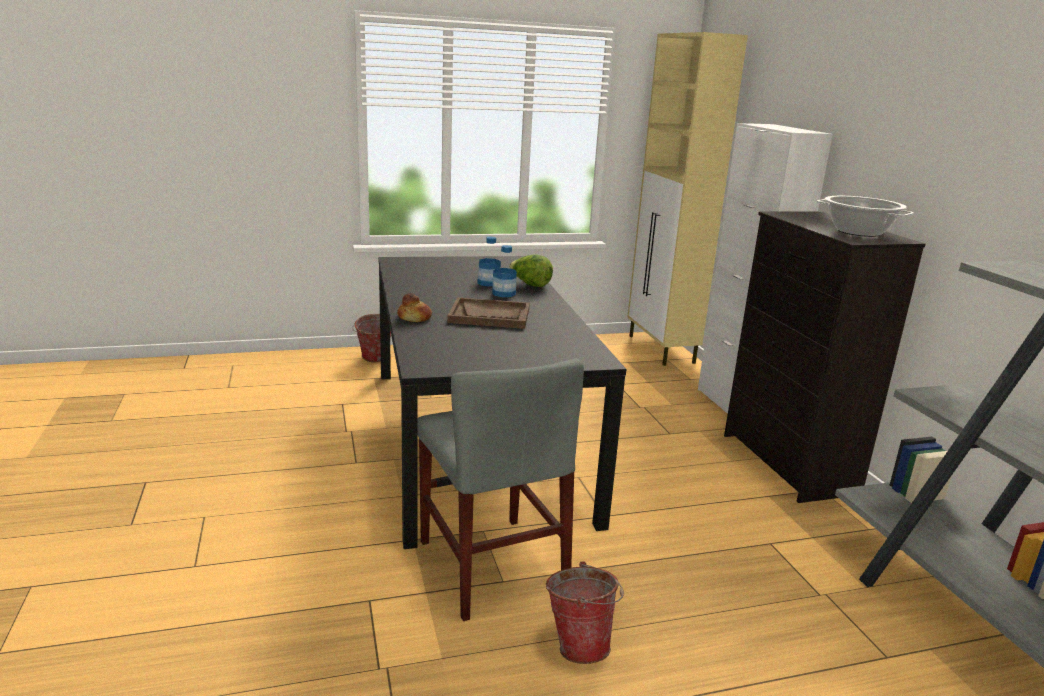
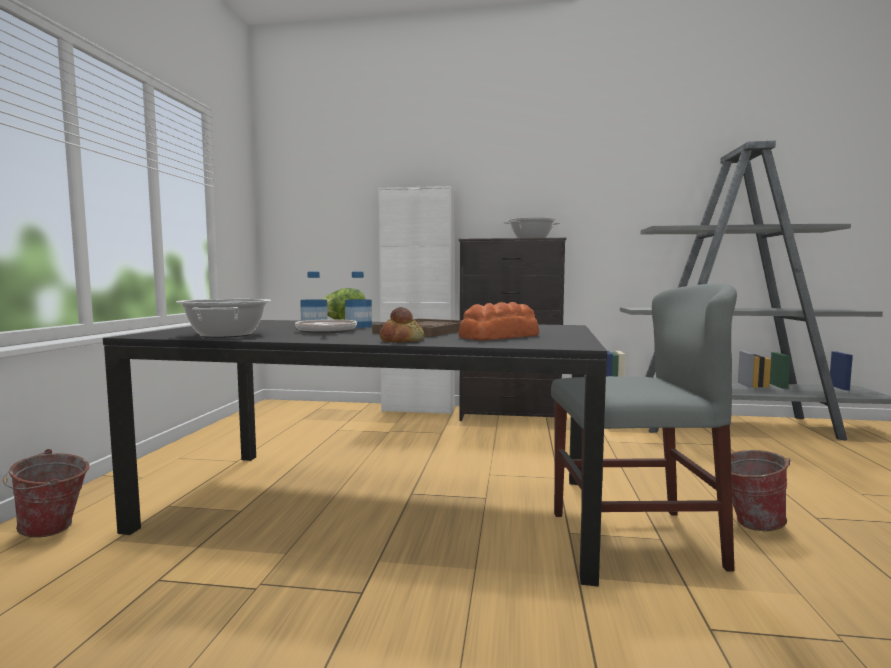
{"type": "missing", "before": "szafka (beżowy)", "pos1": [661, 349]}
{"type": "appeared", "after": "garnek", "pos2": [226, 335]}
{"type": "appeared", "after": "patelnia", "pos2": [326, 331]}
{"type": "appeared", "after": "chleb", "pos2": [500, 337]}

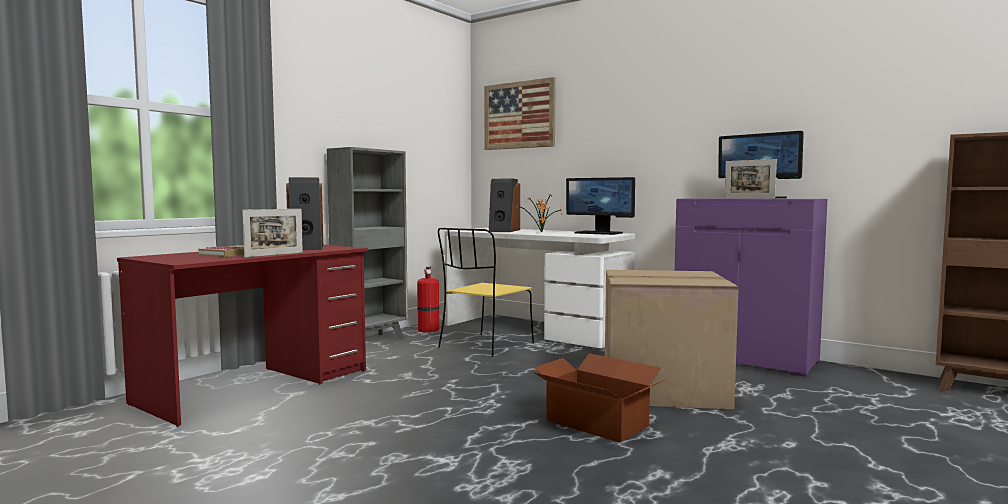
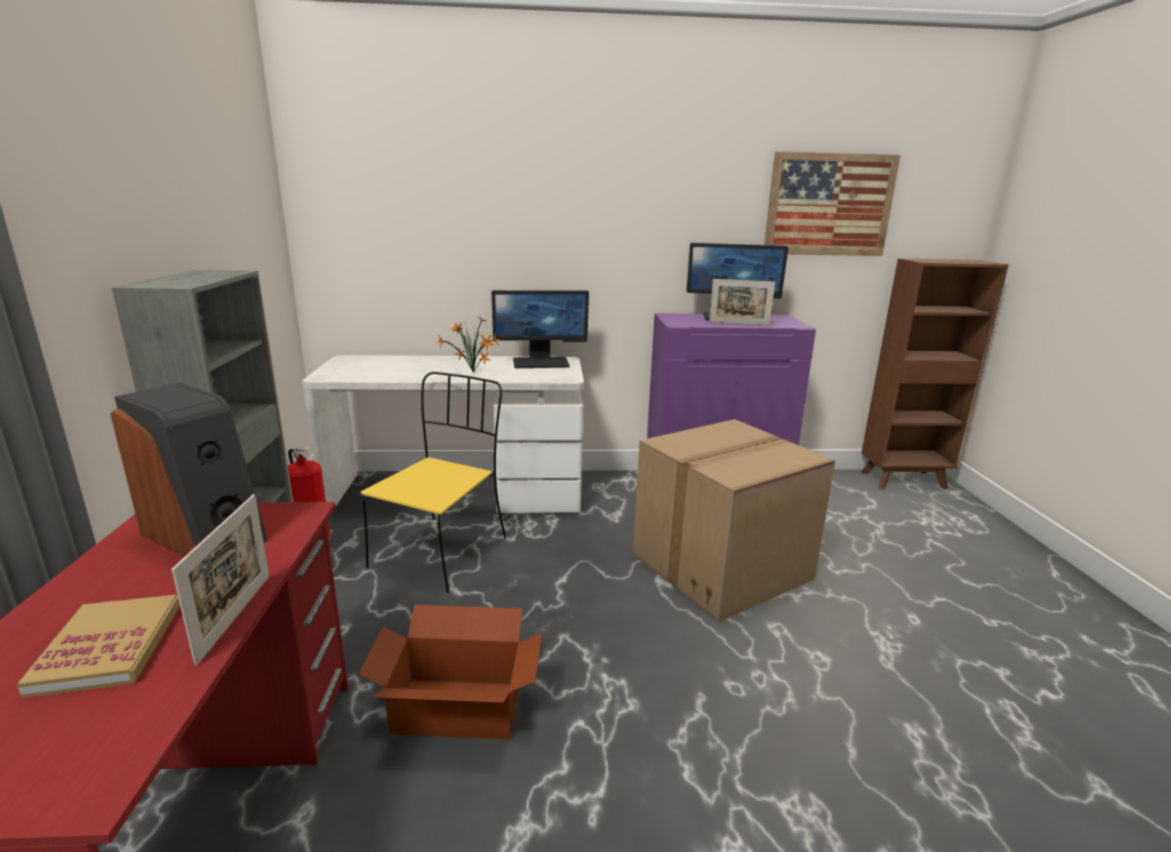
{"type": "missing", "before": "głośnik", "pos1": [503, 231]}
{"type": "relocated", "before": "obraz", "pos1": [519, 115], "pos2": [829, 205]}
{"type": "relocated", "before": "karton", "pos1": [596, 423], "pos2": [457, 707]}
{"type": "spun", "before": "krzesło (żółty)", "pos1": [485, 346], "pos2": [441, 551], "turn": -150}

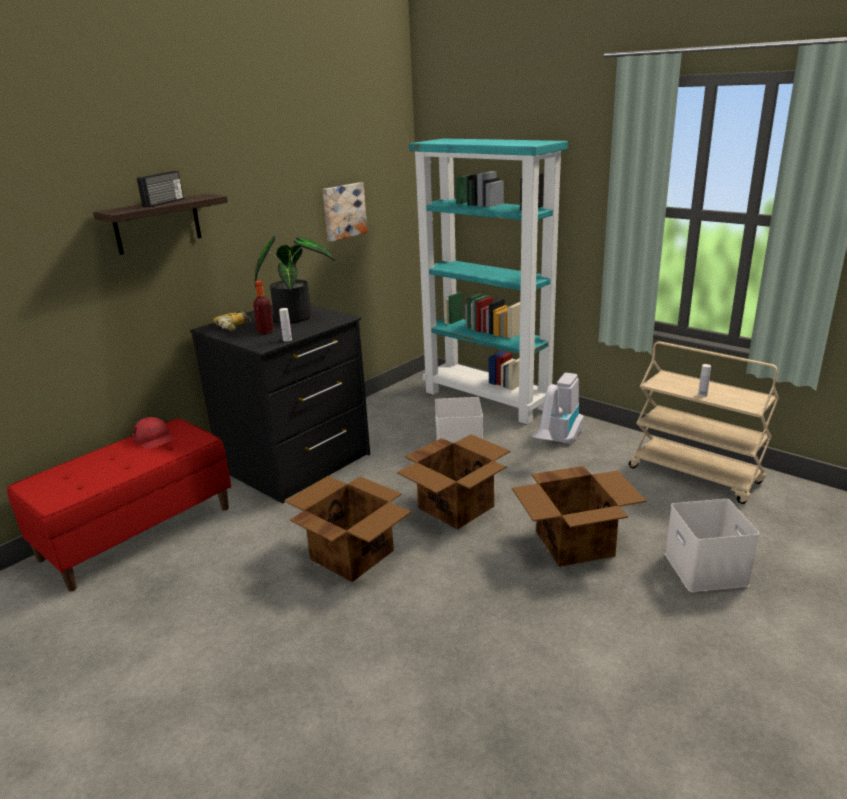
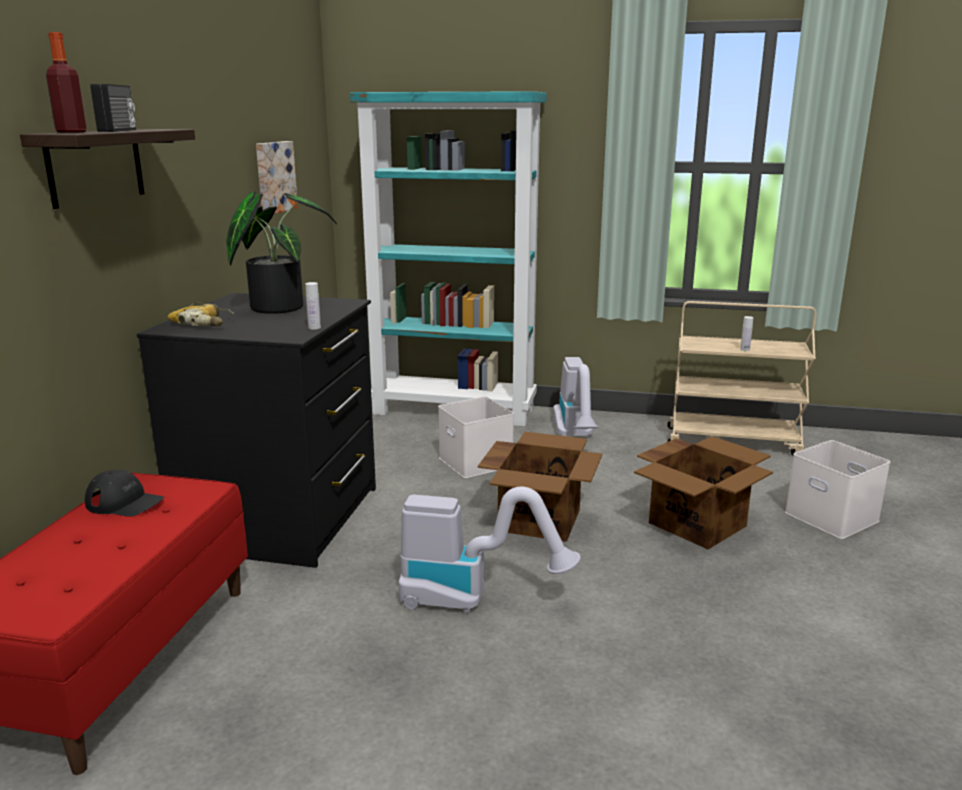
{"type": "relocated", "before": "butelka", "pos1": [265, 331], "pos2": [71, 132]}
{"type": "exchanged", "before": "karton", "after": "odkurzacz", "pos1": [351, 554], "pos2": [473, 599]}
{"type": "colour", "before": "czapka z daszkiem (czerwony)", "after": "czapka z daszkiem (czarny)", "pos1": [154, 438], "pos2": [125, 502]}

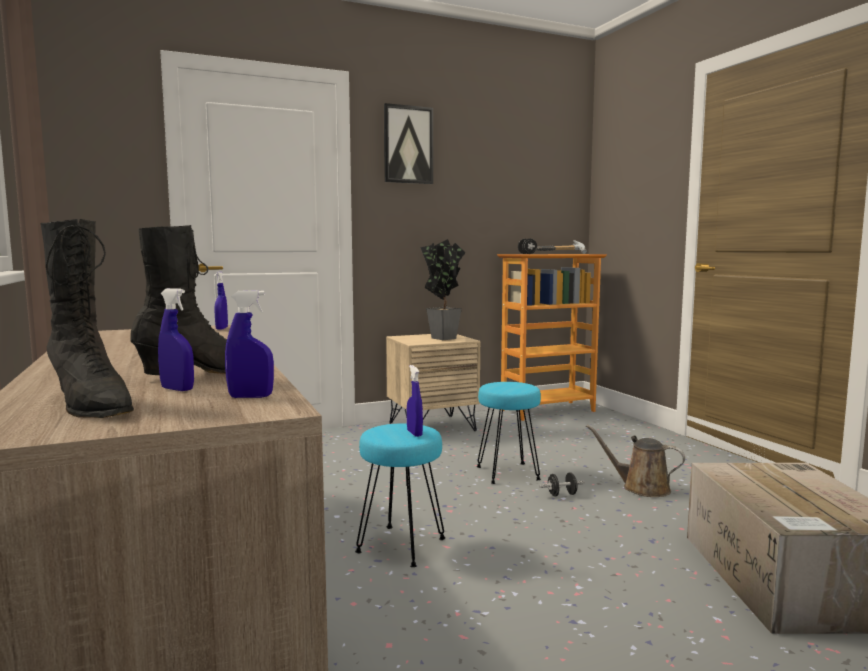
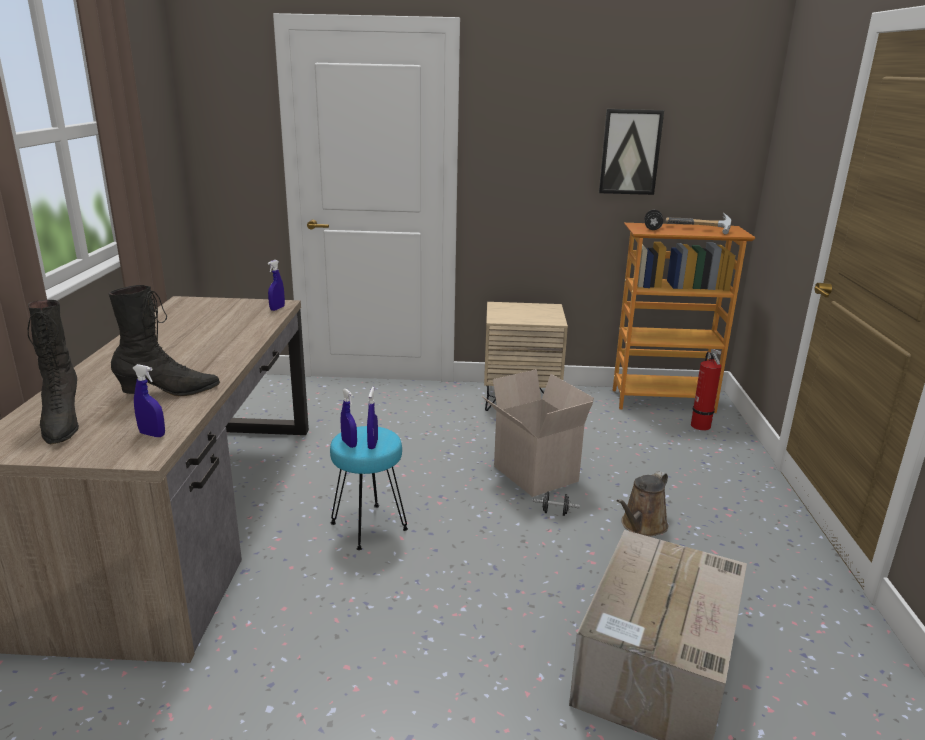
{"type": "missing", "before": "roślina doniczkowa", "pos1": [443, 337]}
{"type": "appeared", "after": "gaśnica", "pos2": [701, 427]}
{"type": "relocated", "before": "spryskiwacz (niebieski)", "pos1": [177, 389], "pos2": [349, 444]}
{"type": "relocated", "before": "obraz", "pos1": [408, 145], "pos2": [630, 152]}
{"type": "exchanged", "before": "stołek (turkusowy)", "after": "karton", "pos1": [507, 473], "pos2": [532, 474]}
{"type": "spun", "before": "konewka (brązowy)", "pos1": [641, 488], "pos2": [642, 526], "turn": -105}

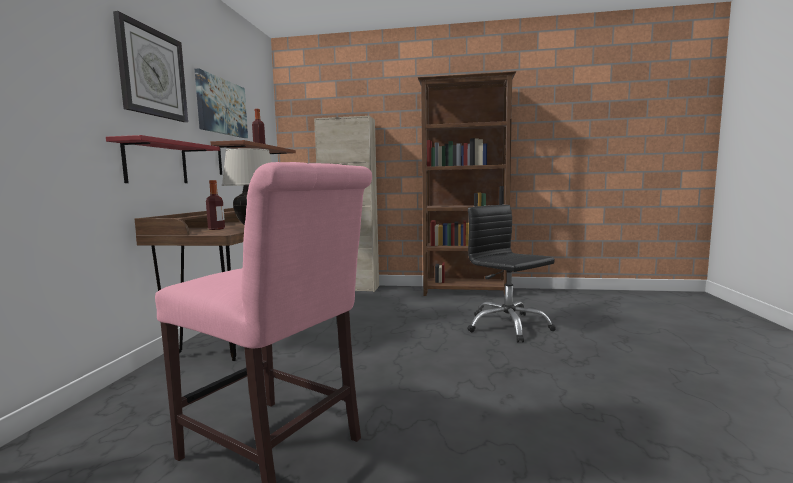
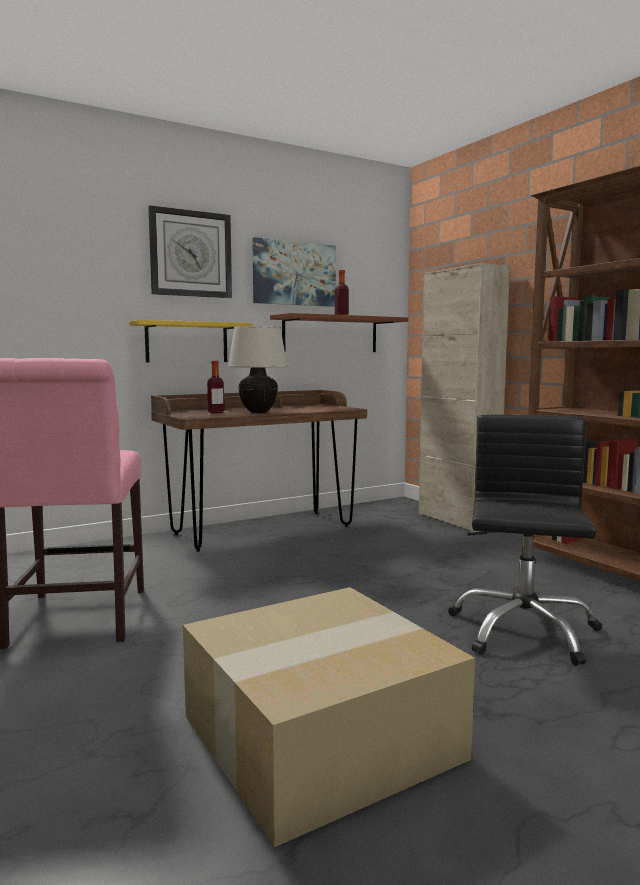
{"type": "appeared", "after": "karton", "pos2": [319, 739]}
{"type": "colour", "before": "półka (czerwony)", "after": "półka (żółty)", "pos1": [156, 163], "pos2": [187, 342]}

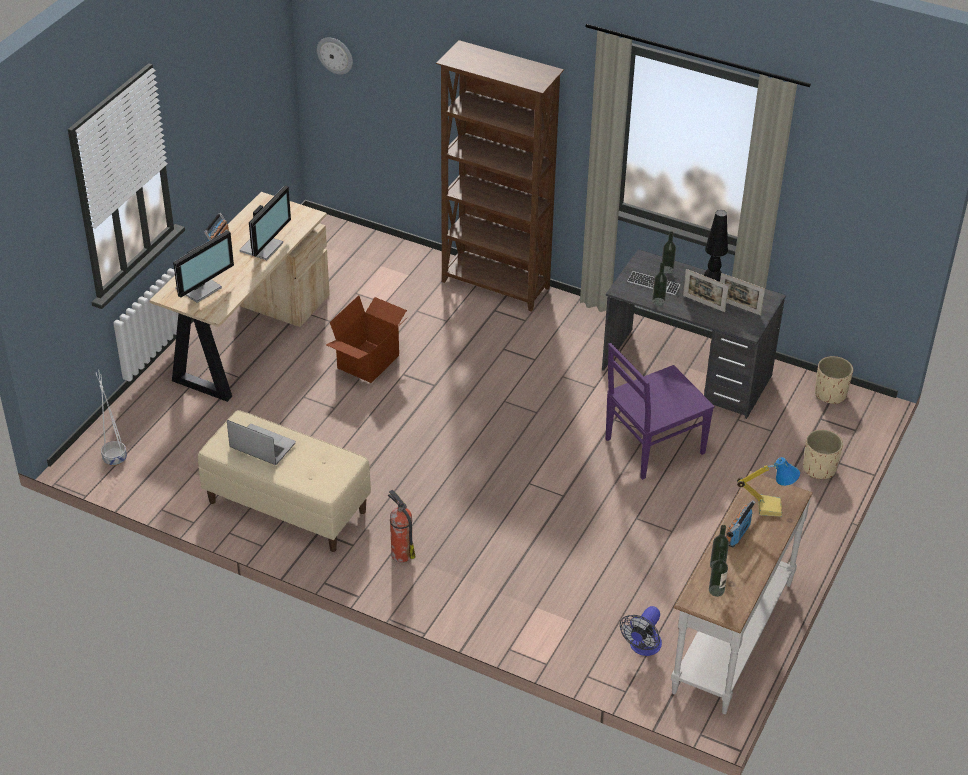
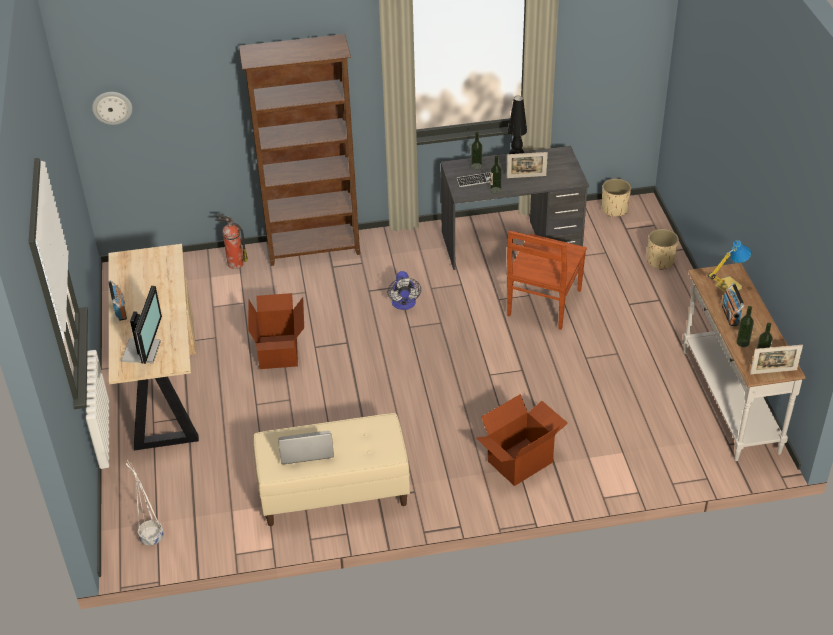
{"type": "missing", "before": "monitor", "pos1": [263, 247]}
{"type": "appeared", "after": "karton", "pos2": [519, 461]}
{"type": "relocated", "before": "gaśnica", "pos1": [401, 553], "pos2": [234, 263]}
{"type": "relocated", "before": "wentylator", "pos1": [642, 647], "pos2": [404, 305]}
{"type": "relocated", "before": "ramka na zdjęcie", "pos1": [739, 307], "pos2": [773, 372]}
{"type": "colour", "before": "krzesło (fioletowy)", "after": "krzesło (brązowy)", "pos1": [652, 447], "pos2": [543, 304]}

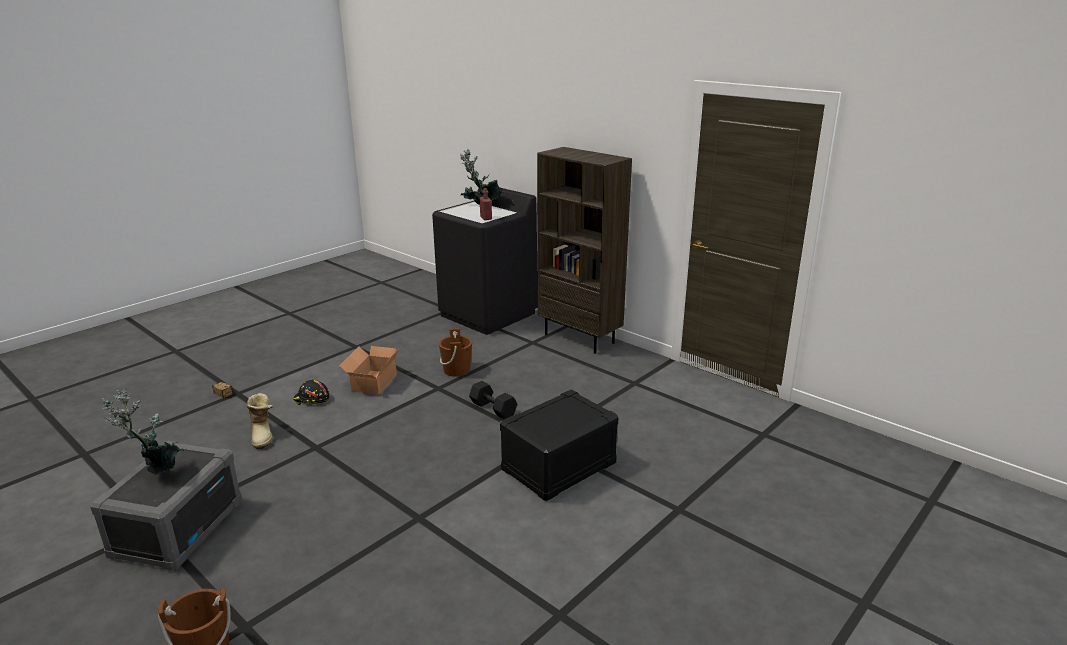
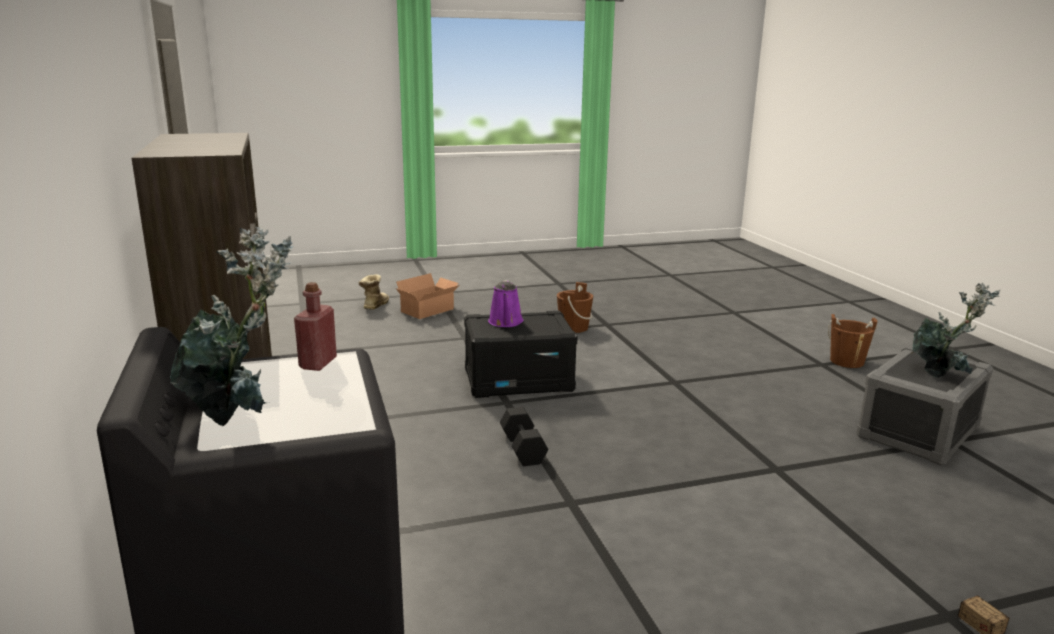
{"type": "missing", "before": "kask (czarny)", "pos1": [311, 399]}
{"type": "appeared", "after": "konewka (fioletowy)", "pos2": [505, 322]}
{"type": "relocated", "before": "but z cholewką", "pos1": [263, 435], "pos2": [374, 306]}
{"type": "relocated", "before": "karton", "pos1": [372, 382], "pos2": [429, 310]}
{"type": "relocated", "before": "wiadro (brązowy)", "pos1": [456, 370], "pos2": [573, 327]}

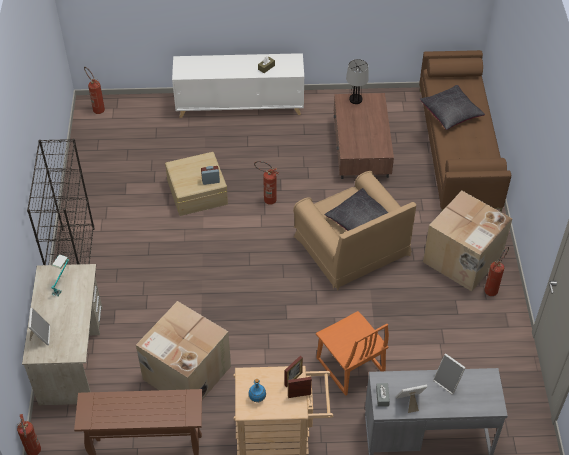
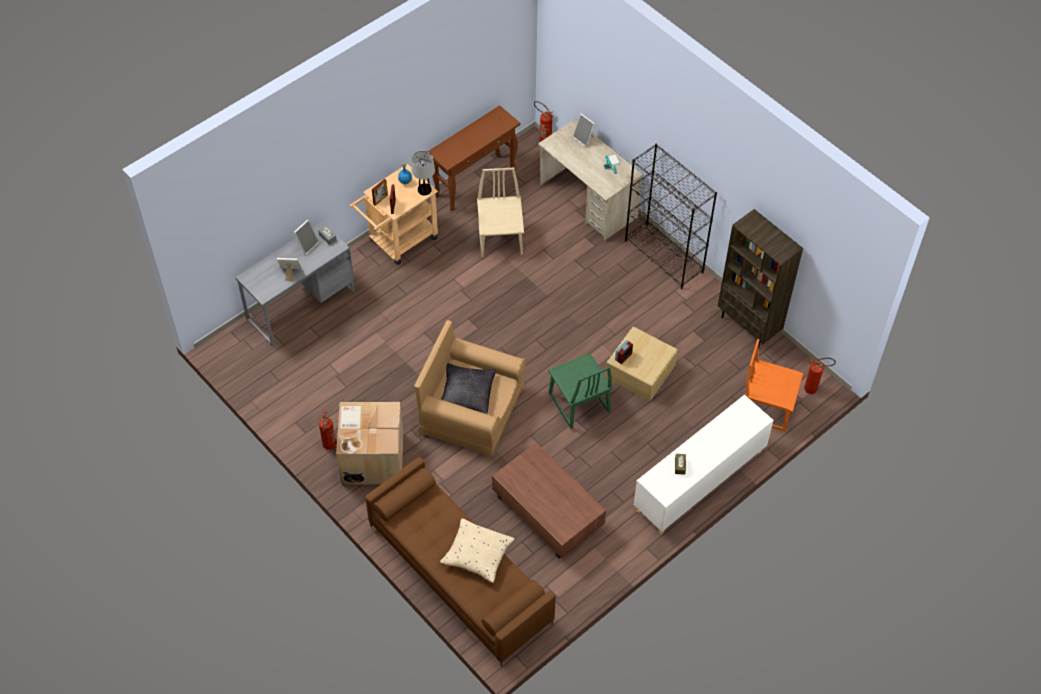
{"type": "appeared", "after": "regał (brązowy)", "pos2": [749, 326]}
{"type": "relocated", "before": "krzesło (pomarańczowy)", "pos1": [350, 366], "pos2": [767, 406]}
{"type": "relocated", "before": "lampa stołowa", "pos1": [355, 99], "pos2": [424, 189]}
{"type": "exchanged", "before": "karton", "after": "krzesło (beżowy)", "pos1": [185, 373], "pos2": [501, 238]}
{"type": "exchanged", "before": "gaśnica", "after": "krzesło (zielony)", "pos1": [267, 199], "pos2": [578, 403]}
{"type": "colour", "before": "poduszka (czarny)", "after": "poduszka (beżowy)", "pos1": [450, 113], "pos2": [477, 555]}

